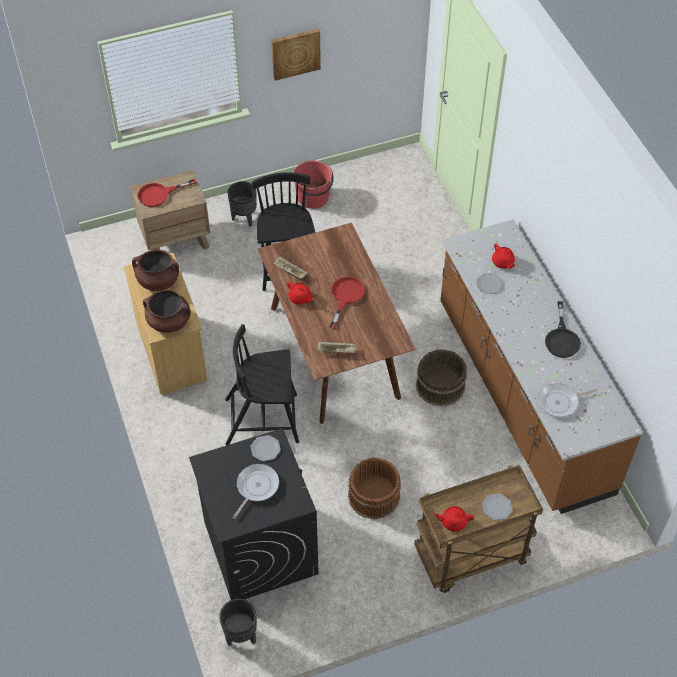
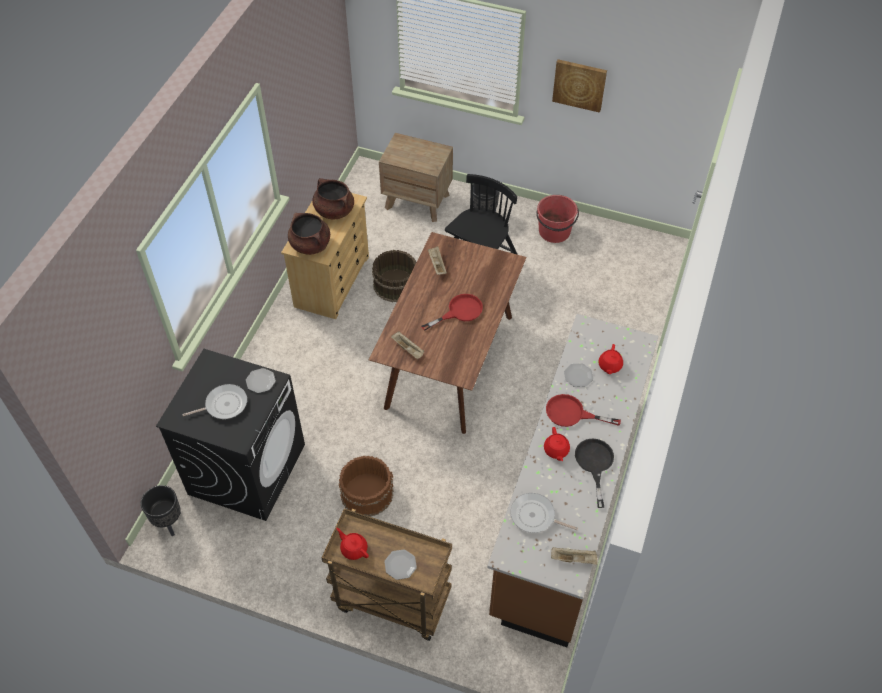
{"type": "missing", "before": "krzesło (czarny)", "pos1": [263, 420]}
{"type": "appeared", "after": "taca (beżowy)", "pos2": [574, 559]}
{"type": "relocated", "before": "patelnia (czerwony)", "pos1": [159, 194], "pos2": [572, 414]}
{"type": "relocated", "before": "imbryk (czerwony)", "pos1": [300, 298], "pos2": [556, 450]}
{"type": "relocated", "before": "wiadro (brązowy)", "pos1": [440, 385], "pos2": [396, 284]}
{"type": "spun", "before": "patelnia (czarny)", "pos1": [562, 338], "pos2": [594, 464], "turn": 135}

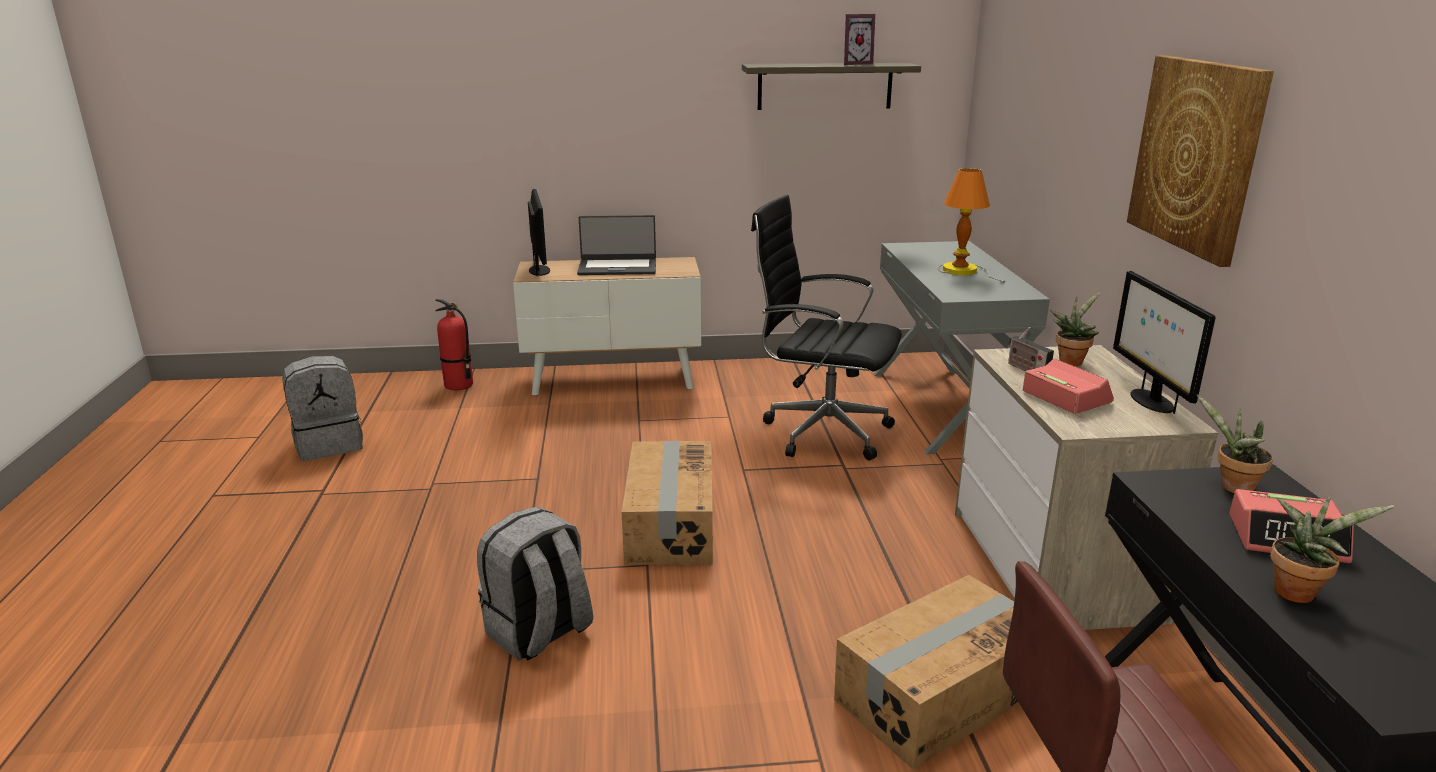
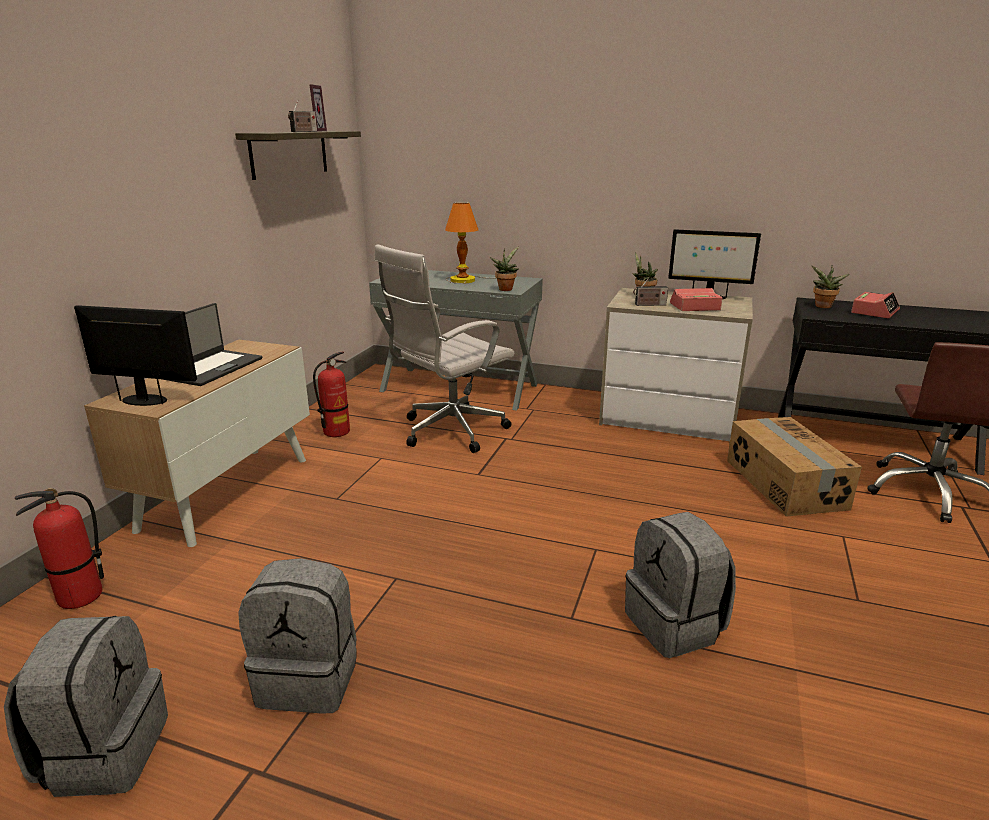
{"type": "missing", "before": "karton", "pos1": [669, 525]}
{"type": "missing", "before": "obraz", "pos1": [1196, 155]}
{"type": "appeared", "after": "plecak (szary)", "pos2": [310, 678]}
{"type": "appeared", "after": "radio", "pos2": [303, 131]}
{"type": "appeared", "after": "gaśnica", "pos2": [336, 432]}
{"type": "relocated", "before": "roślina doniczkowa", "pos1": [1298, 591], "pos2": [505, 289]}
{"type": "colour", "before": "krzesło biurowe (czarny)", "after": "krzesło biurowe (biały)", "pos1": [820, 432], "pos2": [449, 432]}

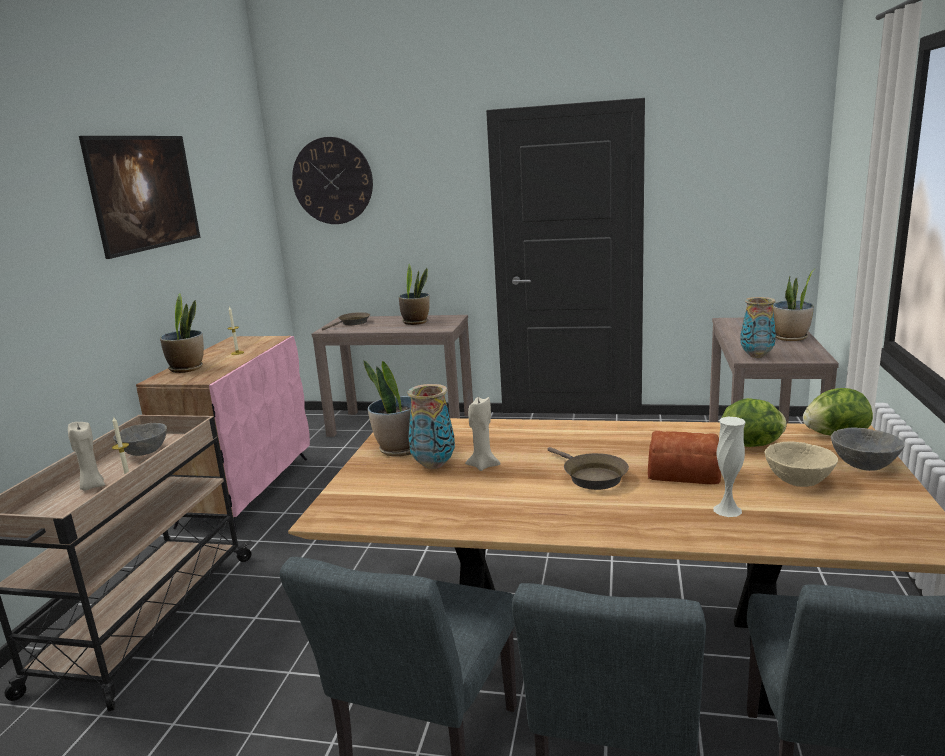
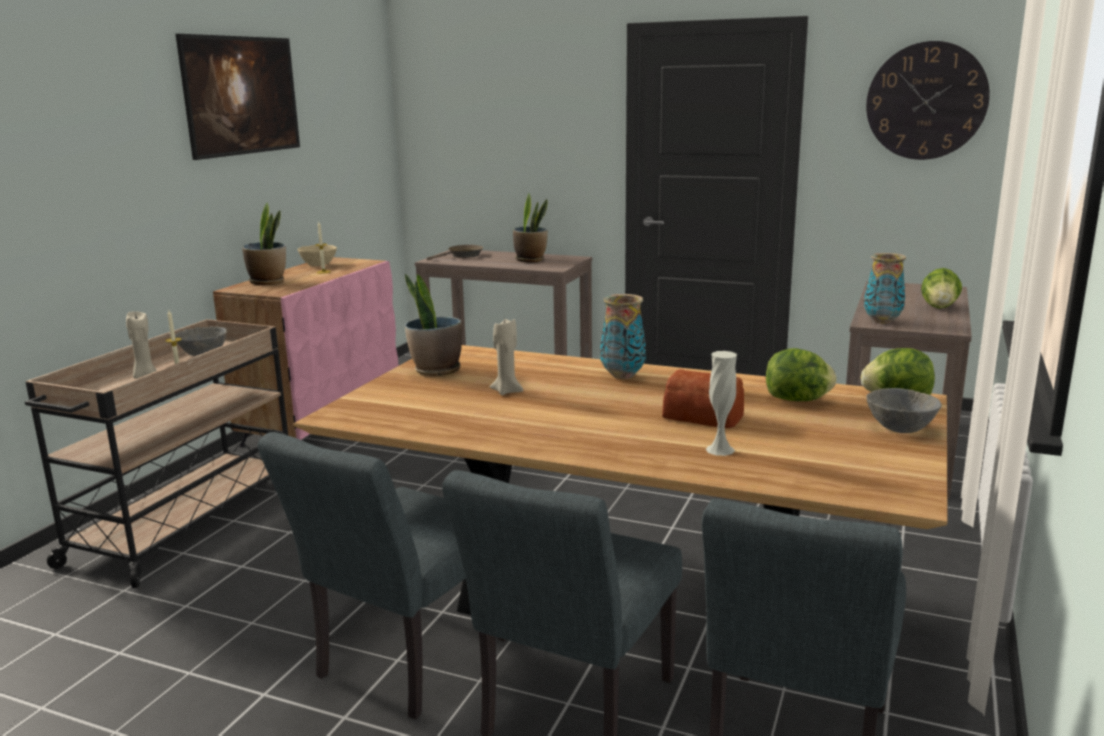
{"type": "missing", "before": "patelnia (brązowy)", "pos1": [591, 476]}
{"type": "relocated", "before": "zegar ścienny", "pos1": [332, 181], "pos2": [926, 101]}
{"type": "relocated", "before": "wazon", "pos1": [433, 465], "pos2": [622, 376]}
{"type": "relocated", "before": "miska (beżowy)", "pos1": [798, 481], "pos2": [318, 265]}
{"type": "exchanged", "before": "roślina doniczkowa", "after": "sałata", "pos1": [790, 338], "pos2": [939, 307]}

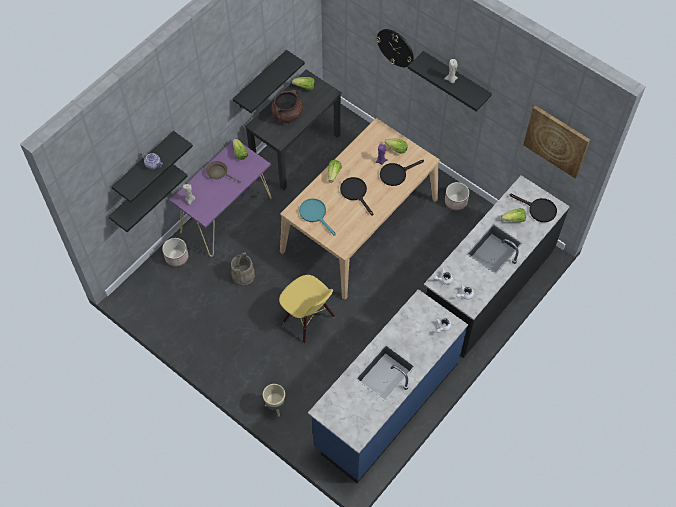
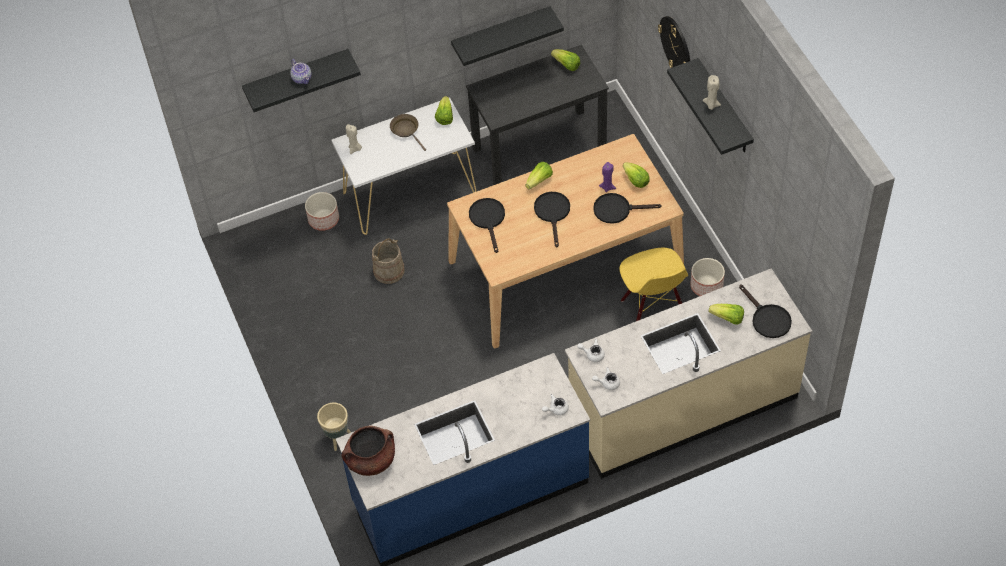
{"type": "missing", "before": "półka (czarny)", "pos1": [140, 194]}
{"type": "missing", "before": "obraz", "pos1": [556, 141]}
{"type": "relocated", "before": "garnek (brązowy)", "pos1": [287, 115], "pos2": [371, 460]}
{"type": "relocated", "before": "krzesło (żółty)", "pos1": [308, 319], "pos2": [653, 310]}
{"type": "colour", "before": "stolik konsolowy (fioletowy)", "after": "stolik konsolowy (biały)", "pos1": [226, 215], "pos2": [410, 193]}
{"type": "colour", "before": "patelnia (turkusowy)", "after": "patelnia (czarny)", "pos1": [315, 214], "pos2": [488, 219]}
{"type": "colour", "before": "zabudowa kuchenna (czarny)", "after": "zabudowa kuchenna (beżowy)", "pos1": [487, 288], "pos2": [682, 407]}

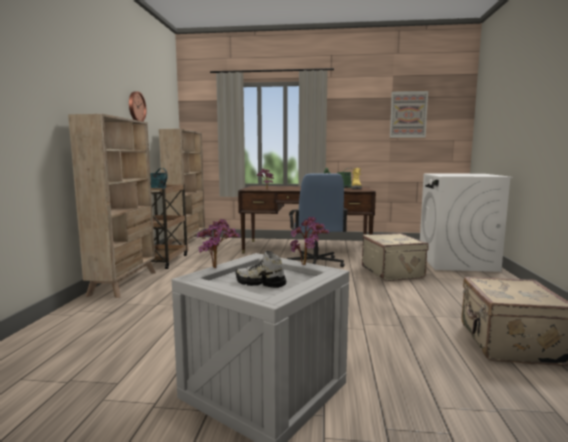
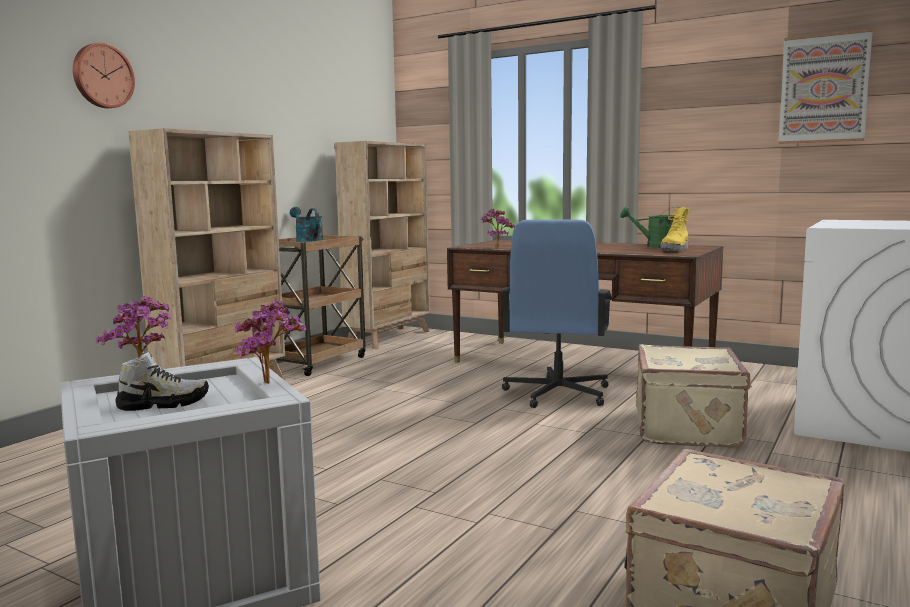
{"type": "relocated", "before": "zegar ścienny", "pos1": [136, 107], "pos2": [102, 76]}
{"type": "spun", "before": "but", "pos1": [260, 283], "pos2": [163, 404], "turn": 120}

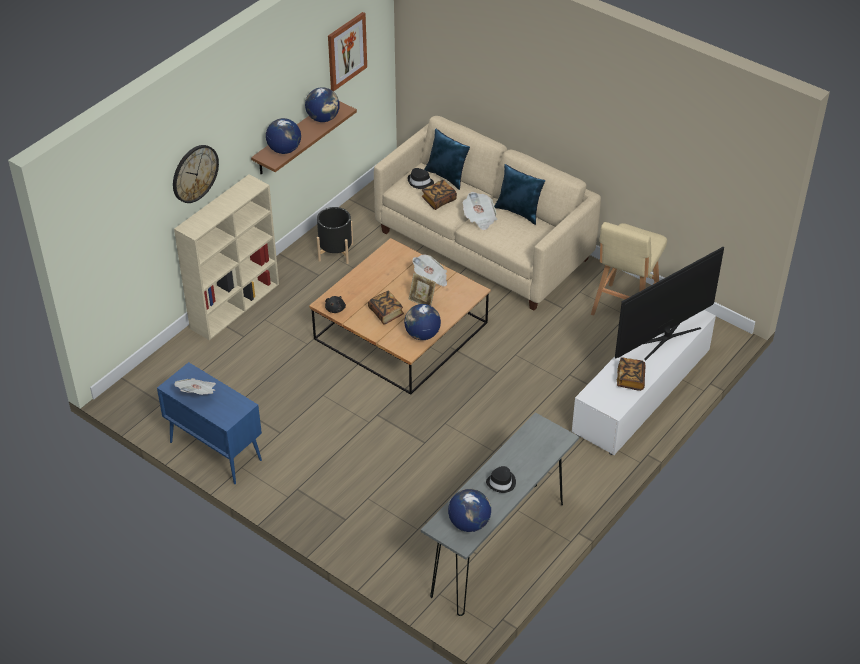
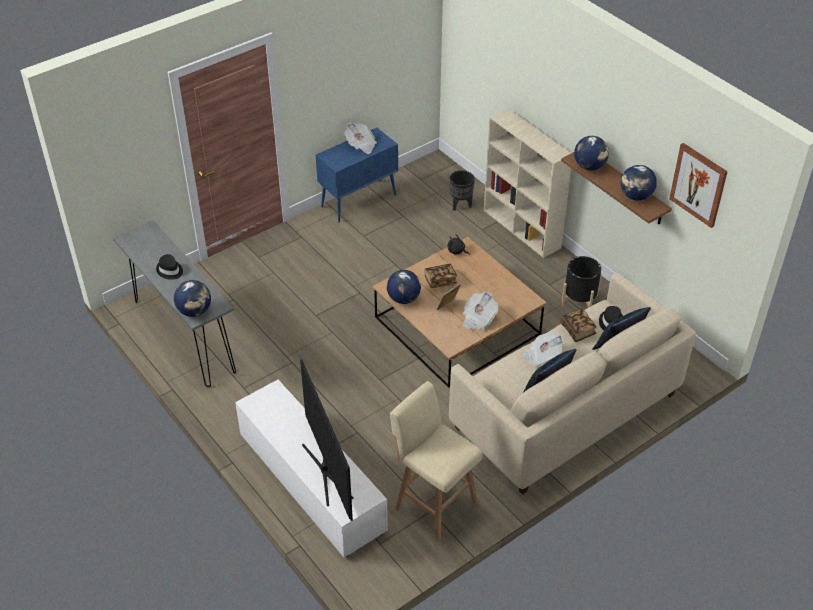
{"type": "missing", "before": "zegar ścienny", "pos1": [194, 173]}
{"type": "missing", "before": "książka", "pos1": [630, 379]}
{"type": "appeared", "after": "donica (czarny)", "pos2": [461, 205]}
{"type": "relocated", "before": "globus", "pos1": [469, 523], "pos2": [195, 311]}

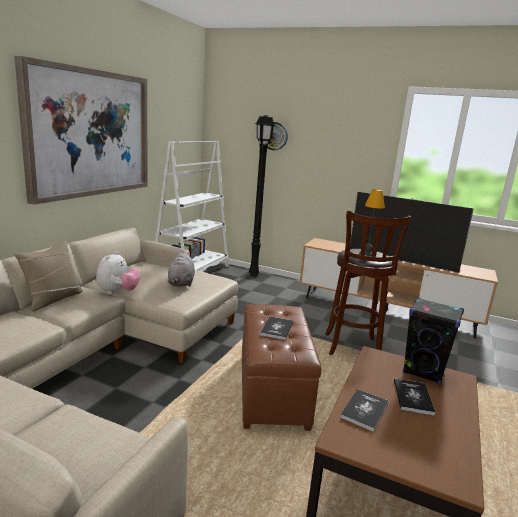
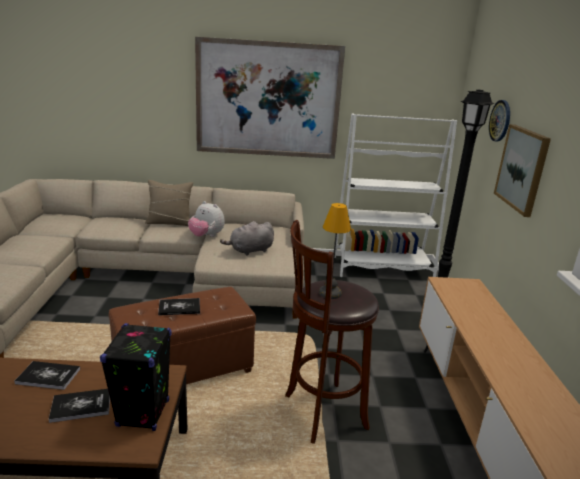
{"type": "missing", "before": "telewizor", "pos1": [401, 261]}
{"type": "appeared", "after": "obraz", "pos2": [522, 168]}
{"type": "spun", "before": "pluszak", "pos1": [118, 292], "pos2": [206, 236], "turn": 45}

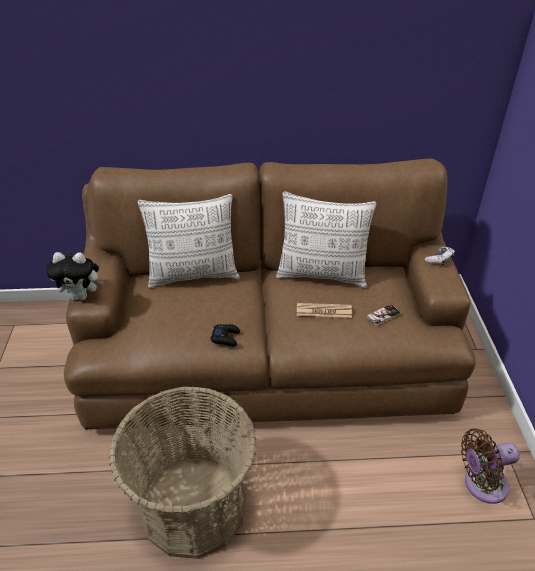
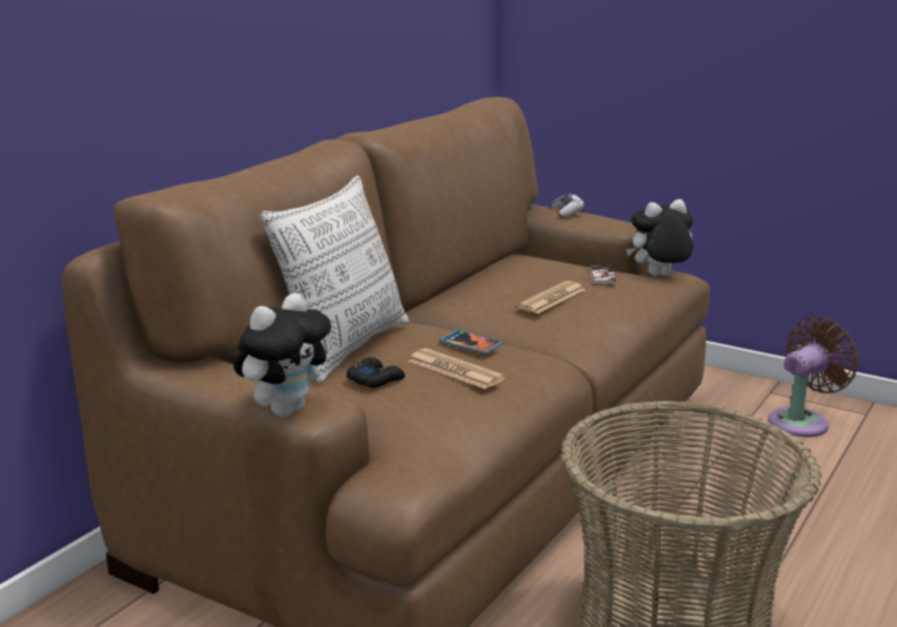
{"type": "missing", "before": "poduszka", "pos1": [322, 275]}
{"type": "appeared", "after": "gazeta", "pos2": [455, 370]}
{"type": "appeared", "after": "telefon", "pos2": [471, 344]}
{"type": "appeared", "after": "pluszak", "pos2": [659, 276]}
{"type": "relocated", "before": "pad do gier (czarny)", "pos1": [226, 337], "pos2": [375, 379]}
{"type": "spun", "before": "wentylator (brązowy)", "pos1": [481, 484], "pos2": [802, 421], "turn": -150}

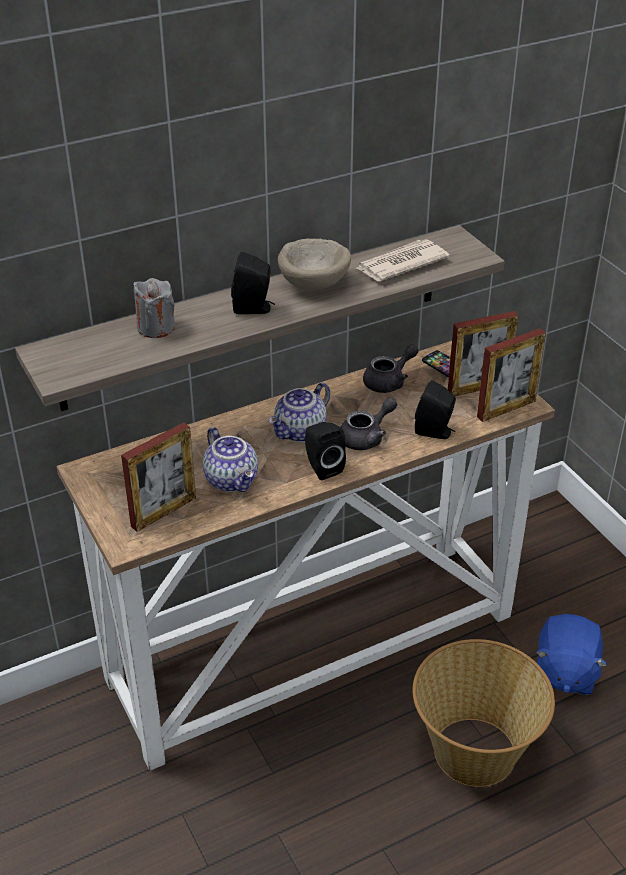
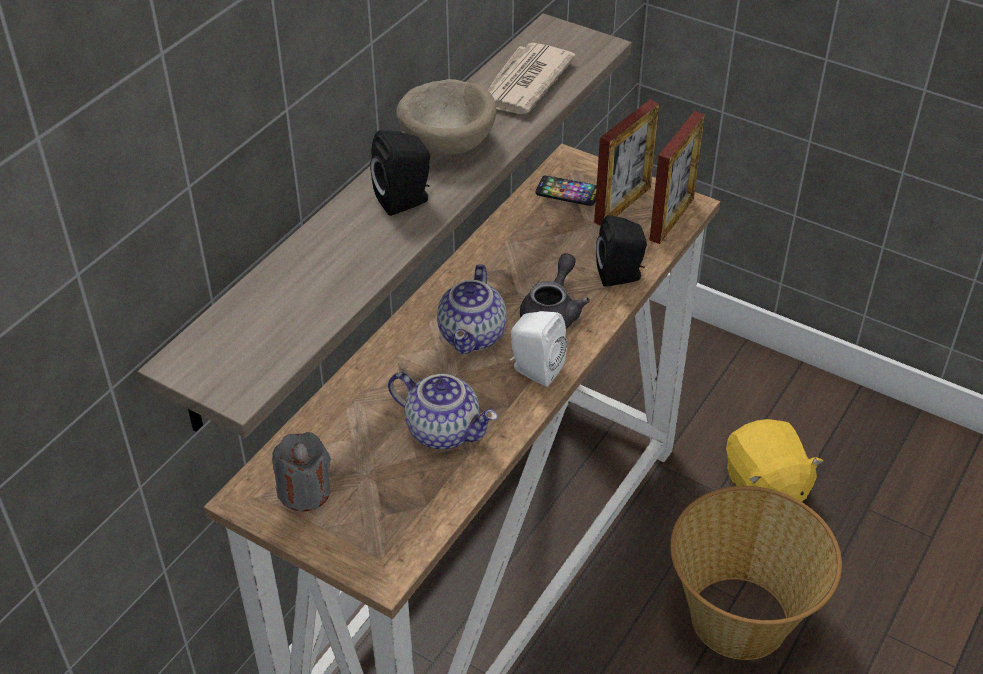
{"type": "missing", "before": "ramka na zdjęcie", "pos1": [163, 512]}
{"type": "missing", "before": "imbryk (szary)", "pos1": [389, 381]}
{"type": "relocated", "before": "świeca (szary)", "pos1": [156, 327], "pos2": [305, 491]}
{"type": "colour", "before": "głośnik (czarny)", "after": "głośnik (biały)", "pos1": [322, 467], "pos2": [534, 370]}
{"type": "colour", "before": "pluszak (niebieski)", "after": "pluszak (żółty)", "pos1": [565, 672], "pos2": [764, 487]}

